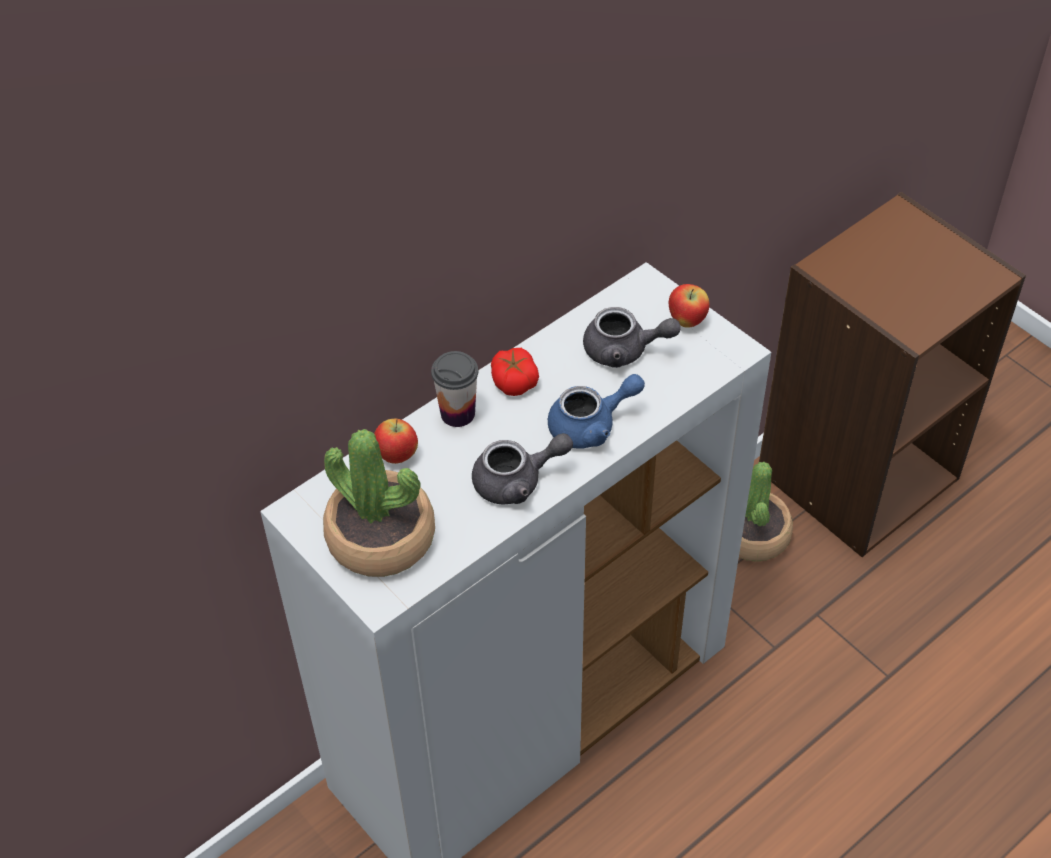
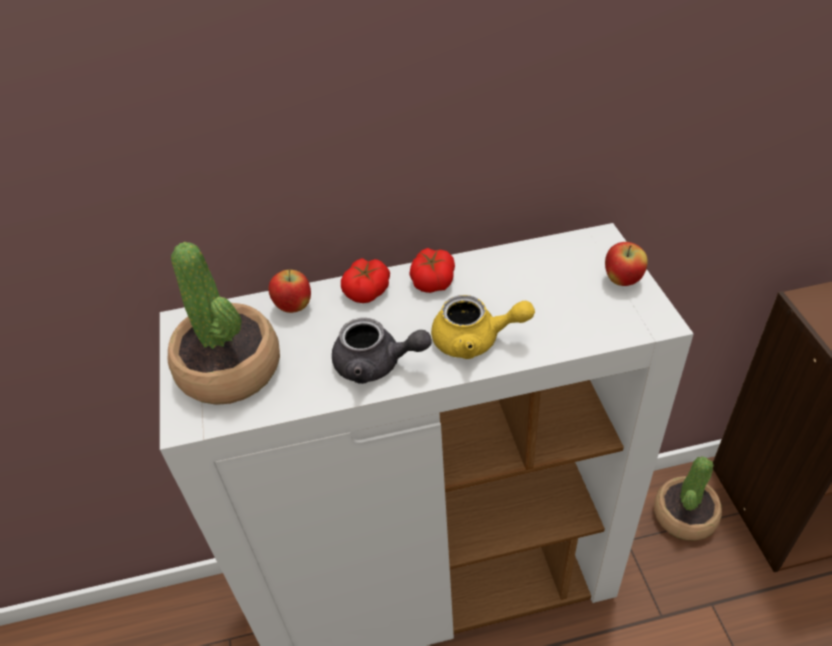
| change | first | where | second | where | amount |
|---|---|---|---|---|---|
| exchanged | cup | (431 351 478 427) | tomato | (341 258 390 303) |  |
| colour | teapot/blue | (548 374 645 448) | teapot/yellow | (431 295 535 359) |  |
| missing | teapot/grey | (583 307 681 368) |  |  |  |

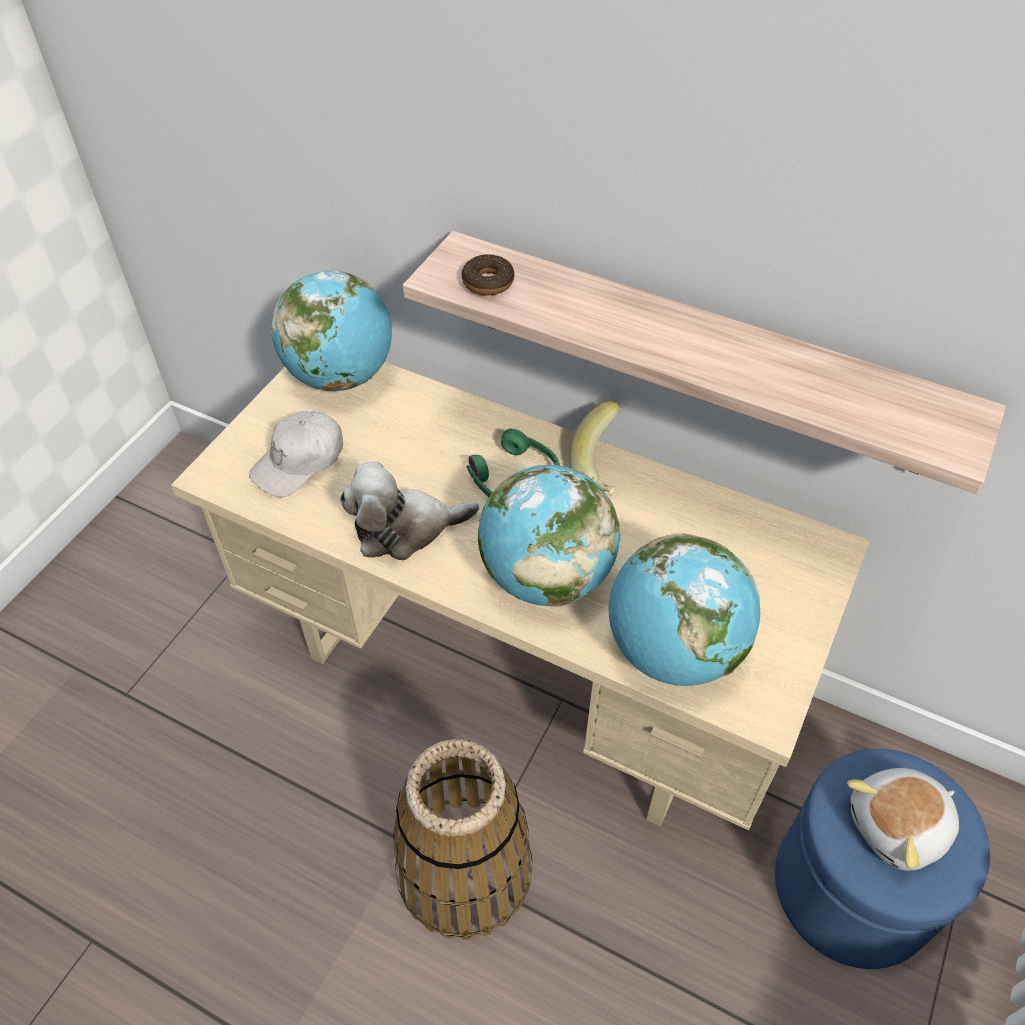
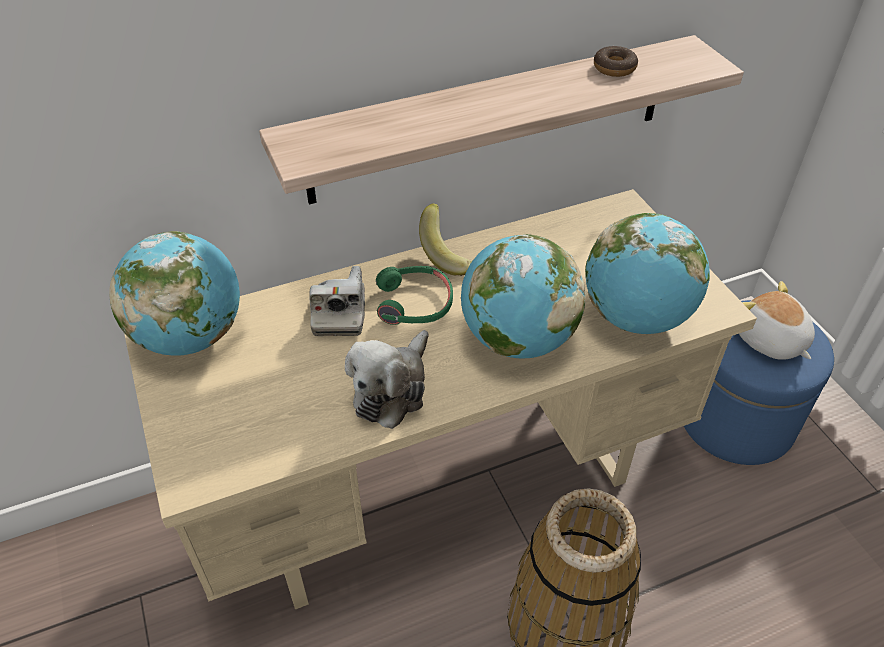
| change | first | where | second | where | amount |
|---|---|---|---|---|---|
| appeared |  |  | photo camera | (309 266 365 336) |  |
| relocated | donut | (462 254 514 295) |  | (594 46 638 77) |  |
| spun | plush toy | (847 768 959 871) |  | (739 281 815 360) | 135 degrees clockwise |
| missing | cap/white | (249 411 343 497) |  |  |  |

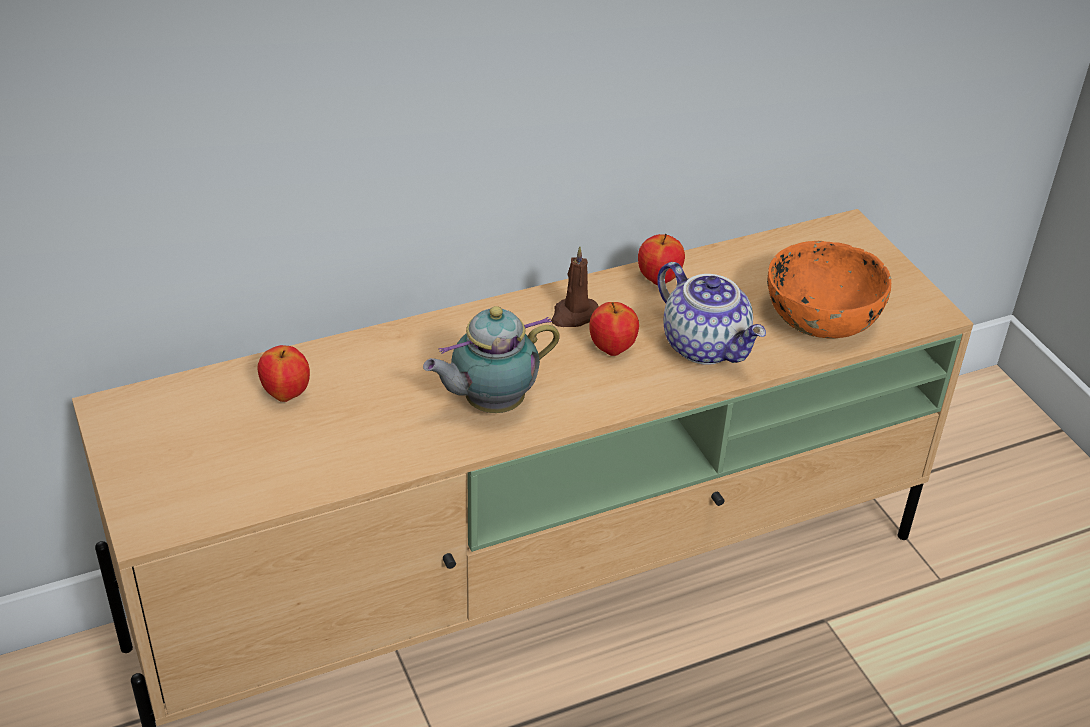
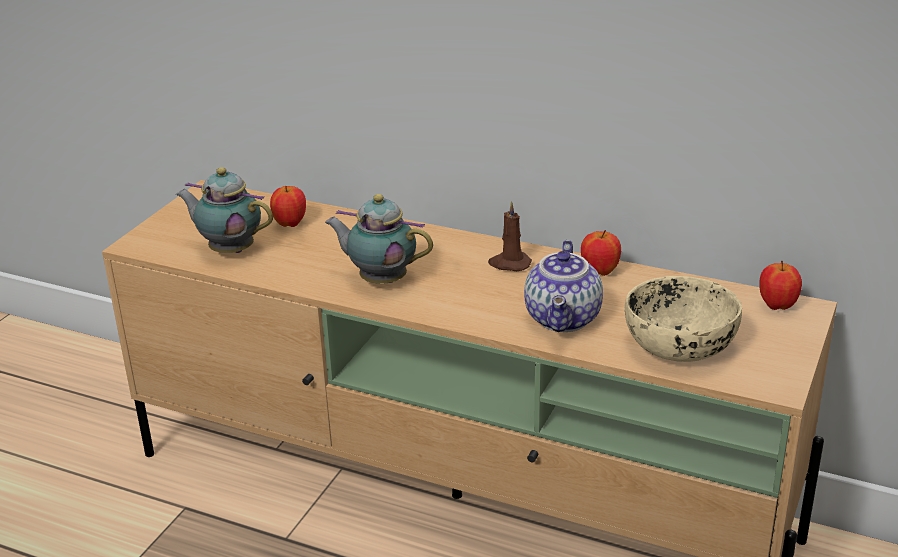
| change | first | where | second | where | amount |
|---|---|---|---|---|---|
| appeared |  |  | teapot | (176 167 273 253) |  |
| colour | bowl/orange | (767 241 891 338) | bowl/beige | (625 276 742 362) |  |
| relocated | apple | (589 302 639 356) |  | (759 261 802 310) |  |

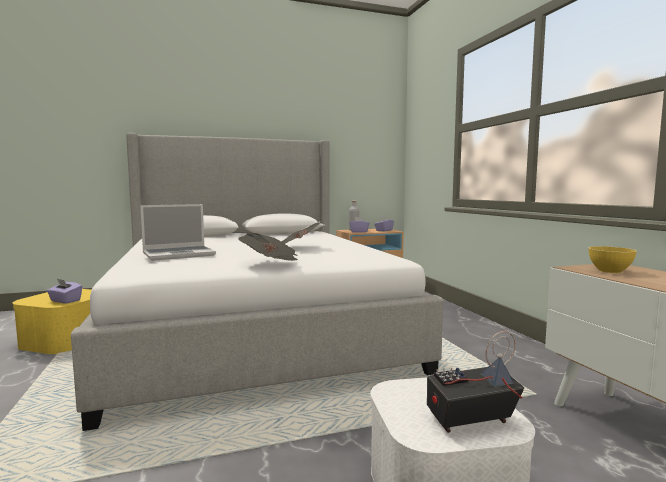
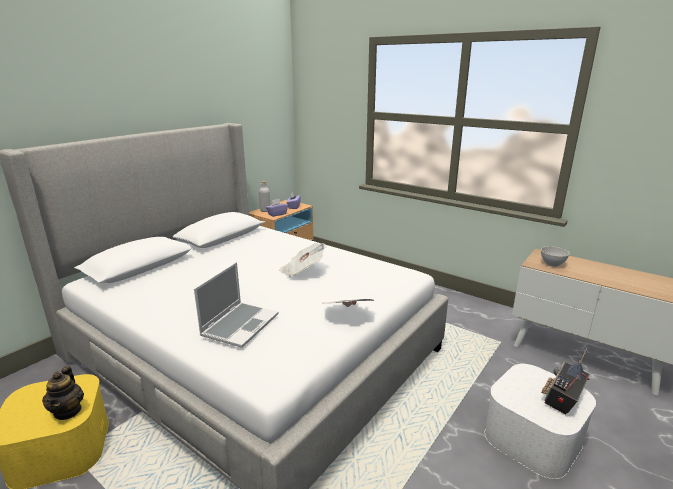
| change | first | where | second | where | amount |
|---|---|---|---|---|---|
| exchanged | tissue box/purple | (47 279 82 304) | teapot | (42 366 84 420) |  |
| colour | bowl/yellow | (588 246 637 273) | bowl/grey | (541 246 570 267) |  |

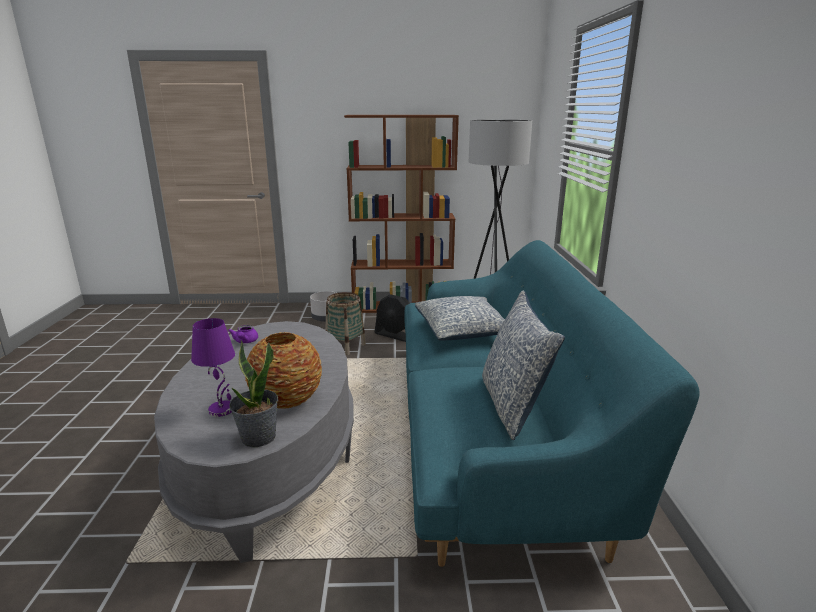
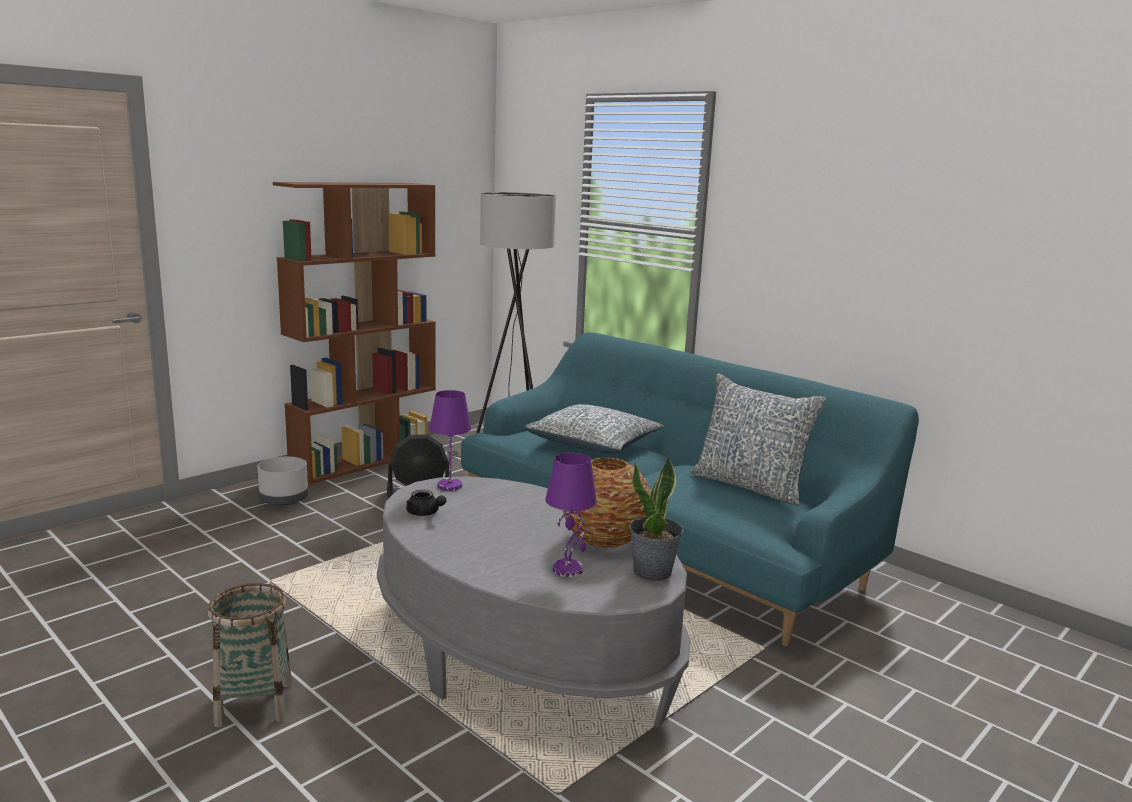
| change | first | where | second | where | amount |
|---|---|---|---|---|---|
| relocated | basket | (325 292 366 355) |  | (208 583 292 727) |  |
| colour | teapot/purple | (228 325 258 343) | teapot/black | (406 490 446 516) |  |
| appeared |  |  | table lamp/purple | (429 390 471 491) |  |

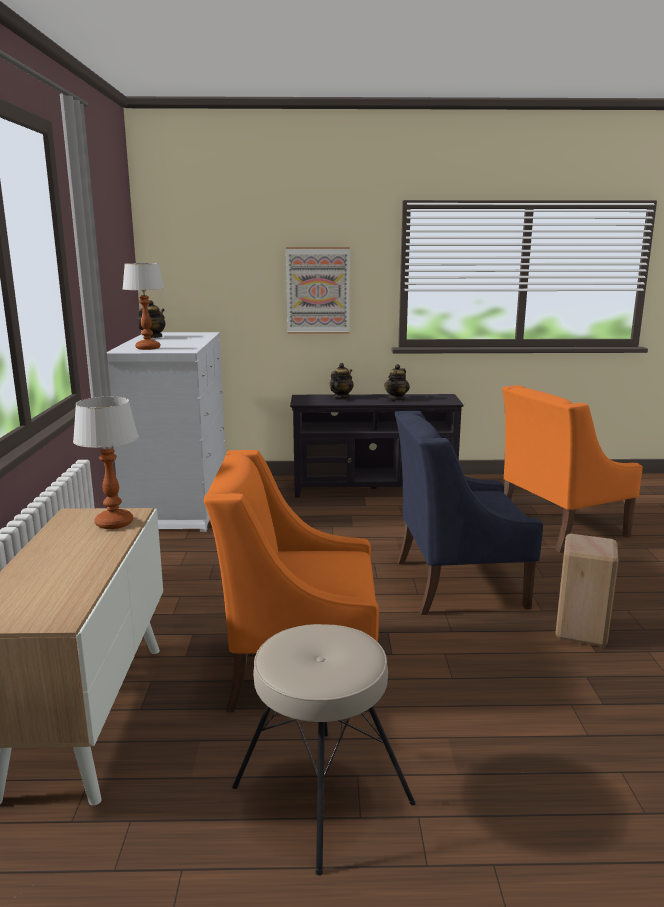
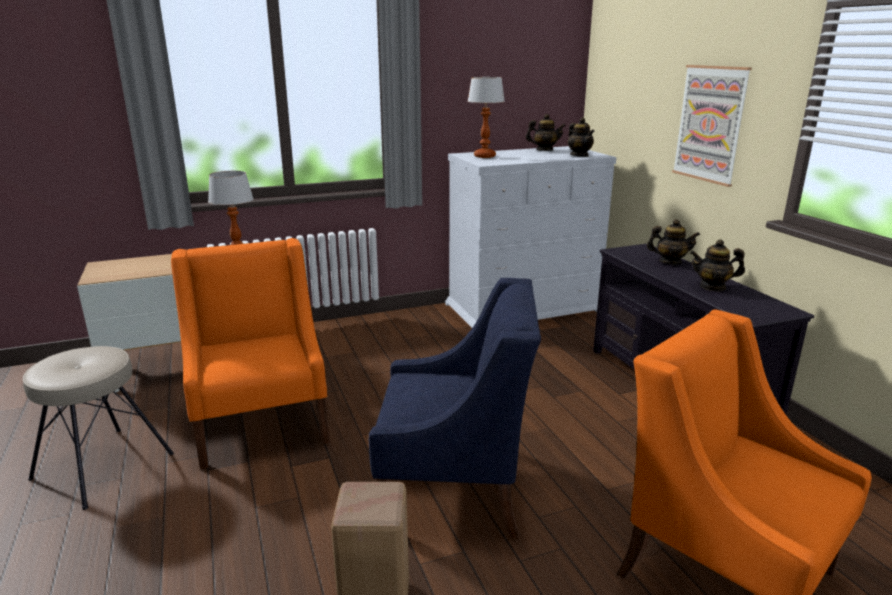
| change | first | where | second | where | amount |
|---|---|---|---|---|---|
| spun | armchair/blue | (395 411 543 615) |  | (369 278 541 539) | 120 degrees clockwise |
| appeared |  |  | teapot | (568 118 594 157) |  |

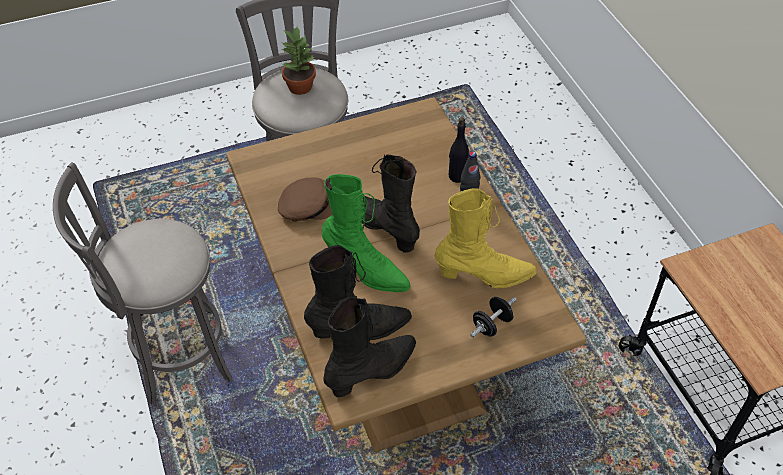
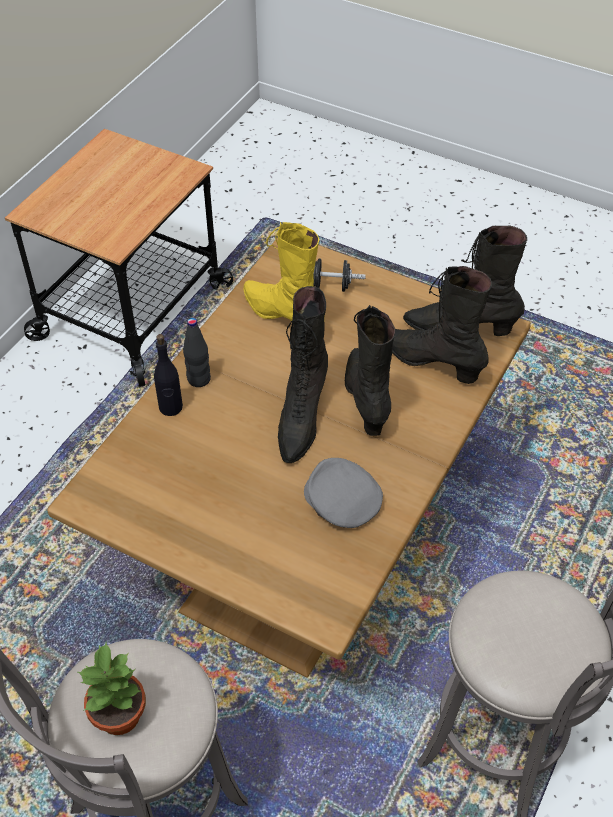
| change | first | where | second | where | amount |
|---|---|---|---|---|---|
| colour | cap/brown | (278 178 332 222) | cap/grey | (304 458 383 528) |  |
| colour | boot/green | (322 174 411 292) | boot/black | (345 305 395 436) |  |

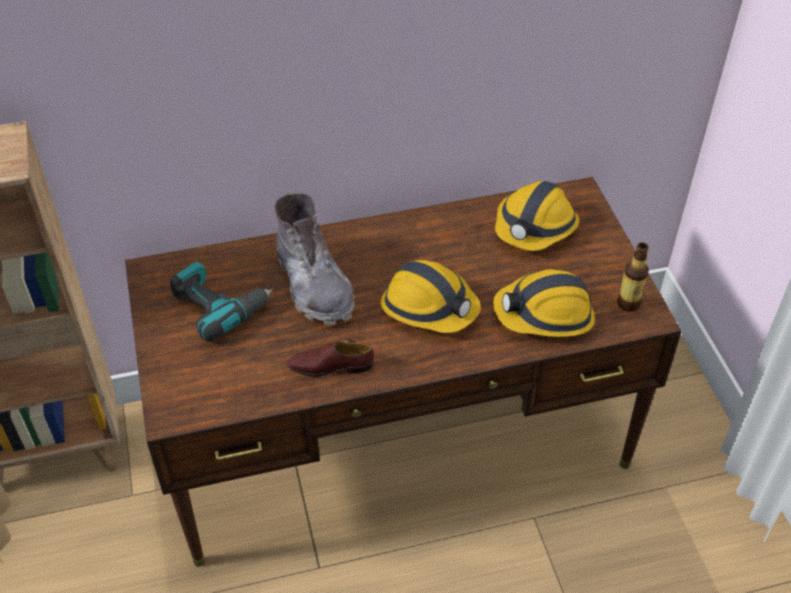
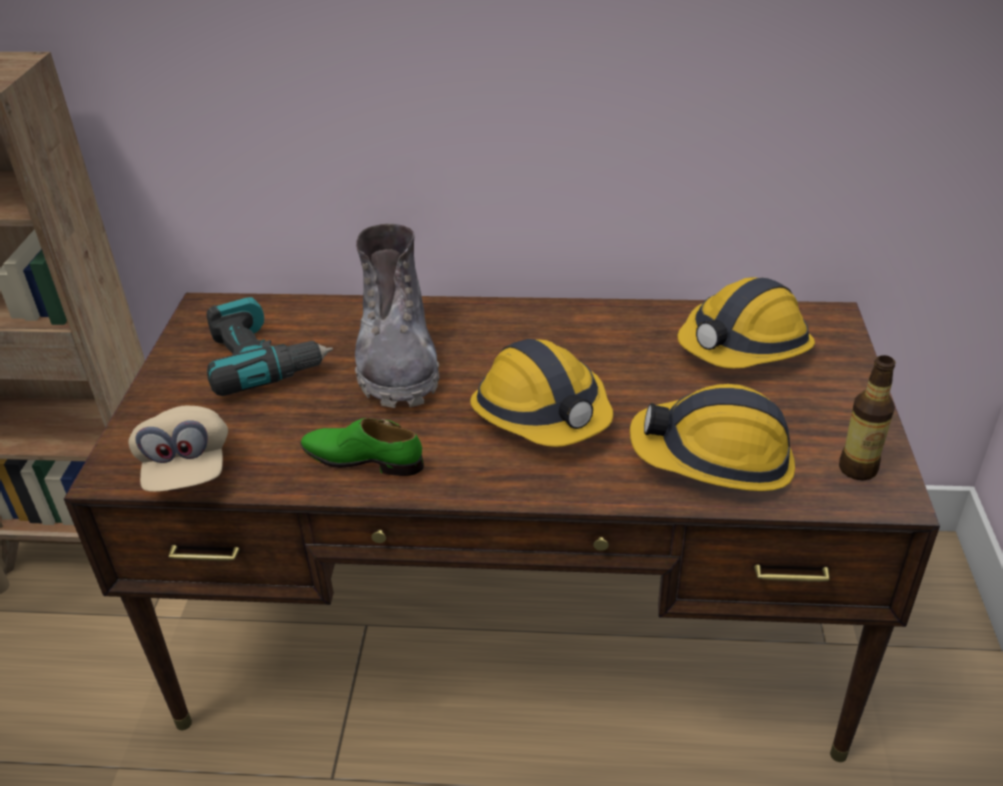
| change | first | where | second | where | amount |
|---|---|---|---|---|---|
| appeared |  |  | cap/beige | (128 406 228 492) |  |
| colour | shoe/brown | (287 339 374 377) | shoe/green | (300 418 424 476) |  |

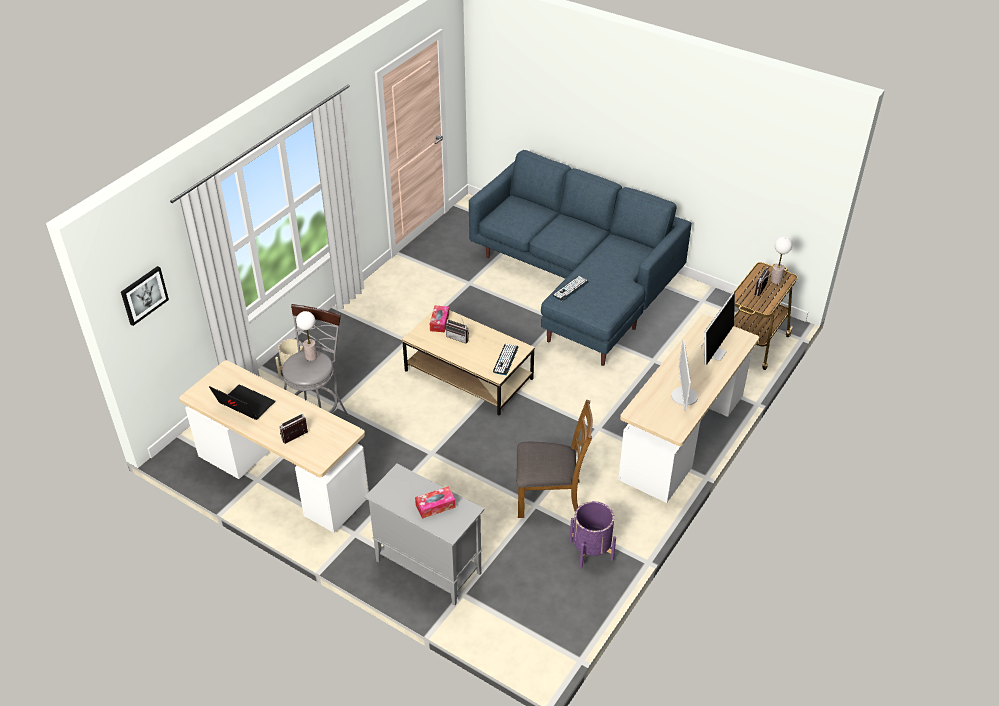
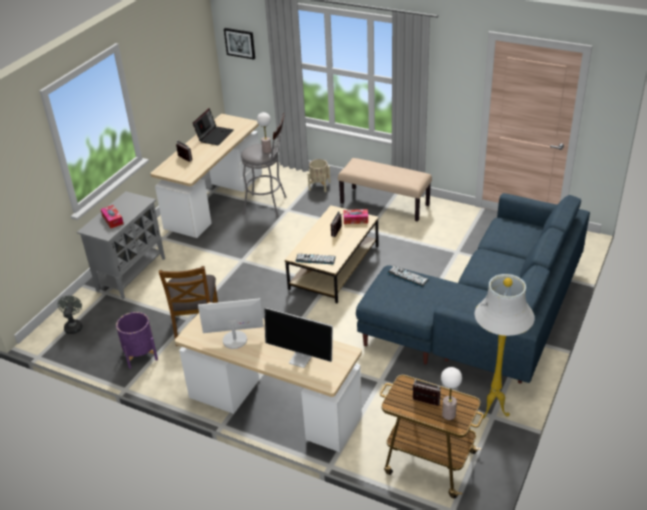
| change | first | where | second | where | amount |
|---|---|---|---|---|---|
| appeared |  |  | fan/grey | (58 295 83 334) |  |
| appeared |  |  | bench/beige | (338 158 432 222) |  |
| appeared |  |  | floor lamp/white | (474 274 535 418) |  |

